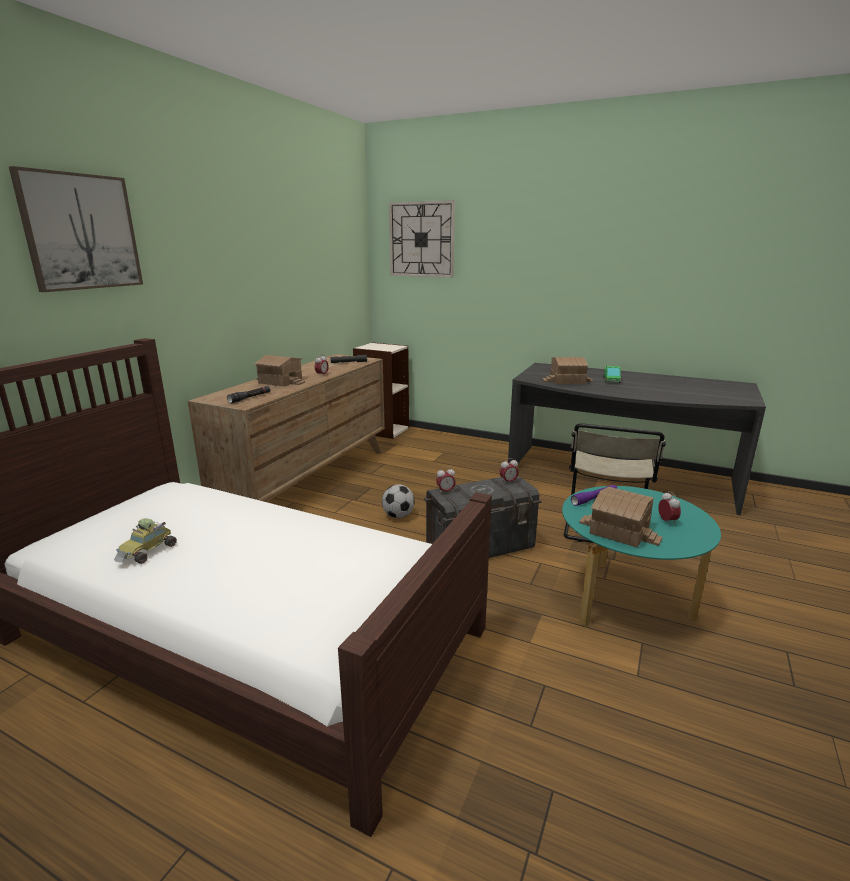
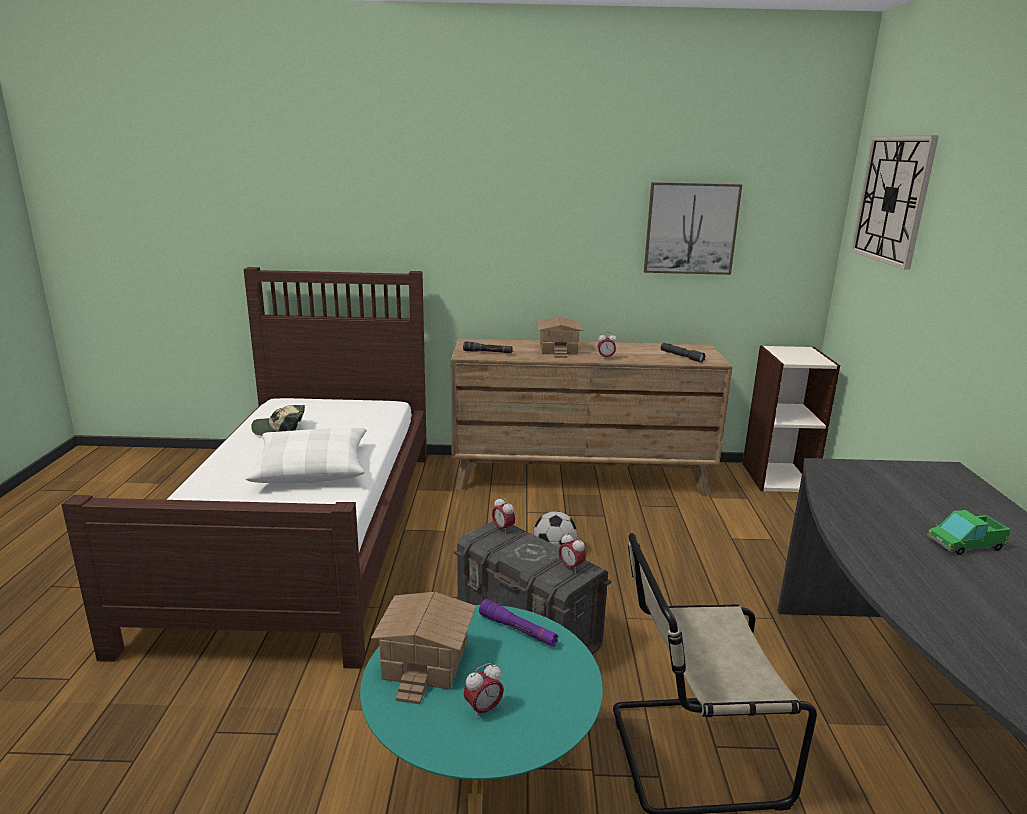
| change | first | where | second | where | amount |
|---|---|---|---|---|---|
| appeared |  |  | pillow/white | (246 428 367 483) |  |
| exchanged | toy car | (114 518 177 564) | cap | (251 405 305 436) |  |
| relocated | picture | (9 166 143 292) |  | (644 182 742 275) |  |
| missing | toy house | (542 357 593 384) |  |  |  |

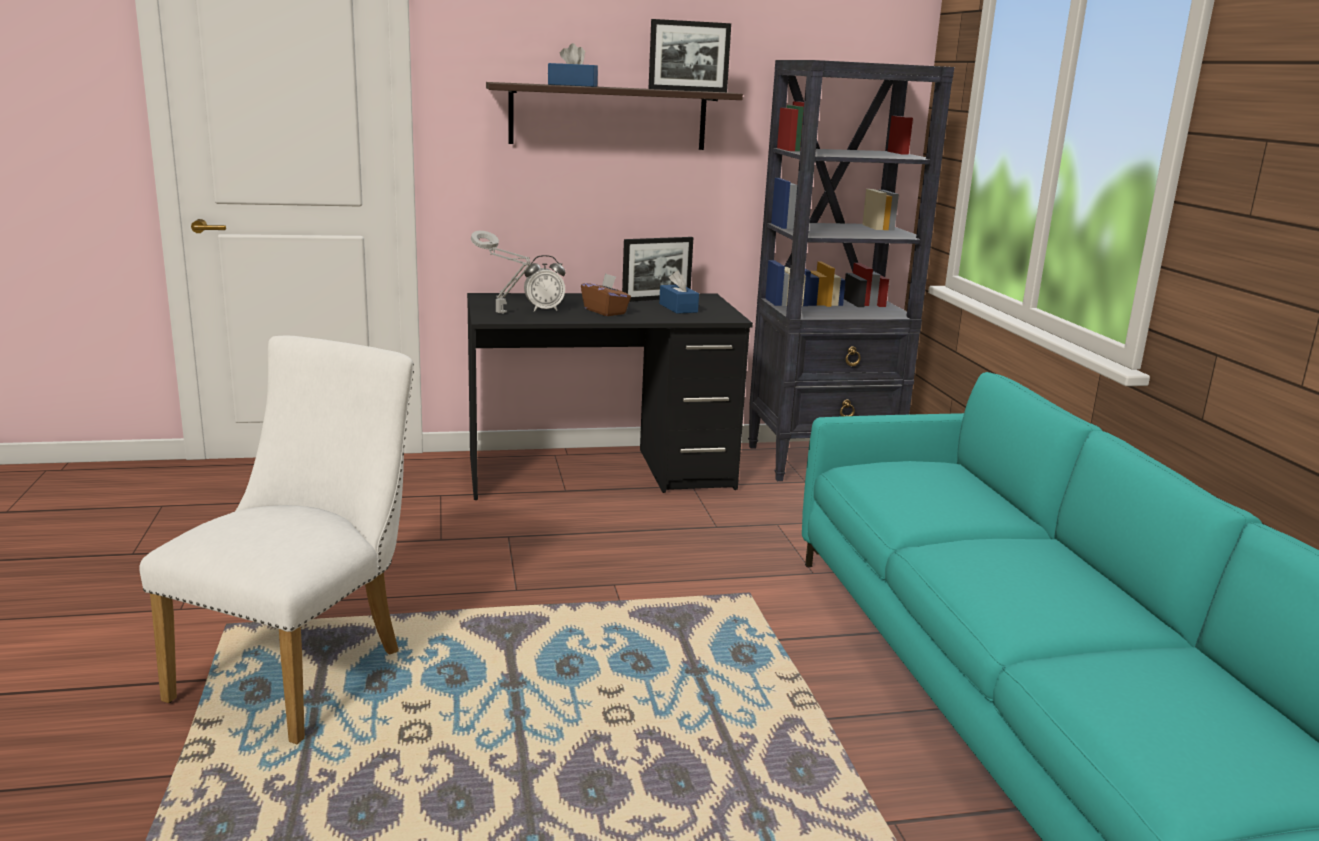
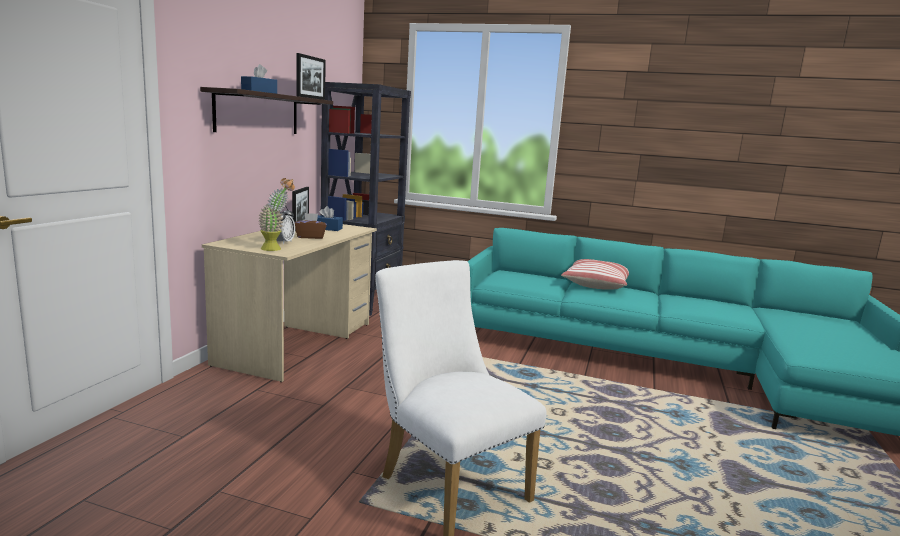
| change | first | where | second | where | amount |
|---|---|---|---|---|---|
| colour | desk/black | (467 293 753 500) | desk/beige | (202 224 377 382) |  |
| exchanged | table lamp/grey | (471 231 531 314) | potted plant | (259 178 295 251) |  |
| appeared |  |  | pillow | (561 259 629 290) |  |

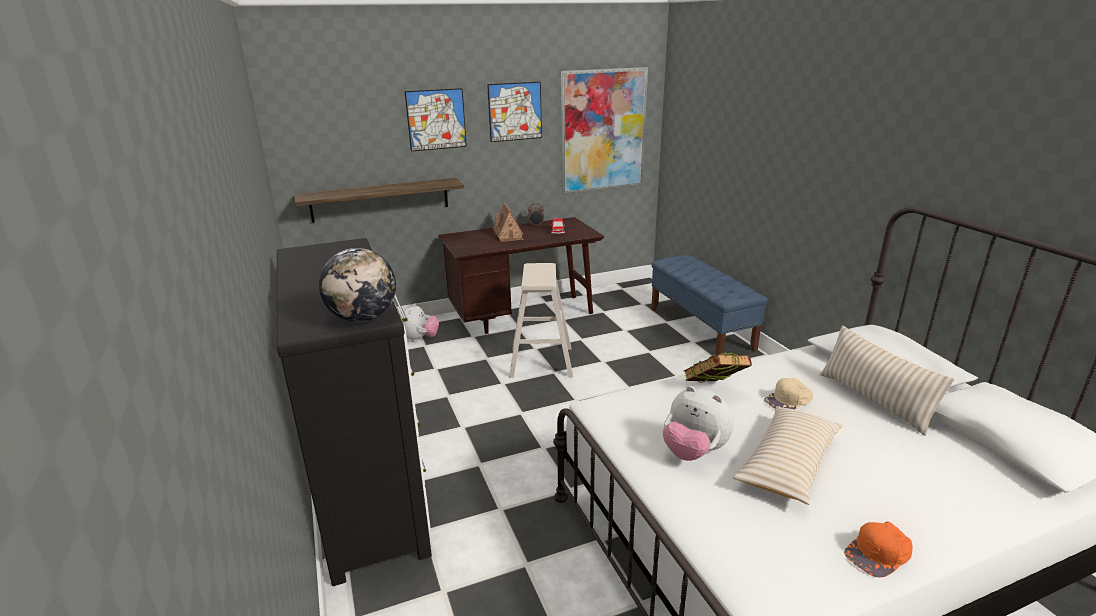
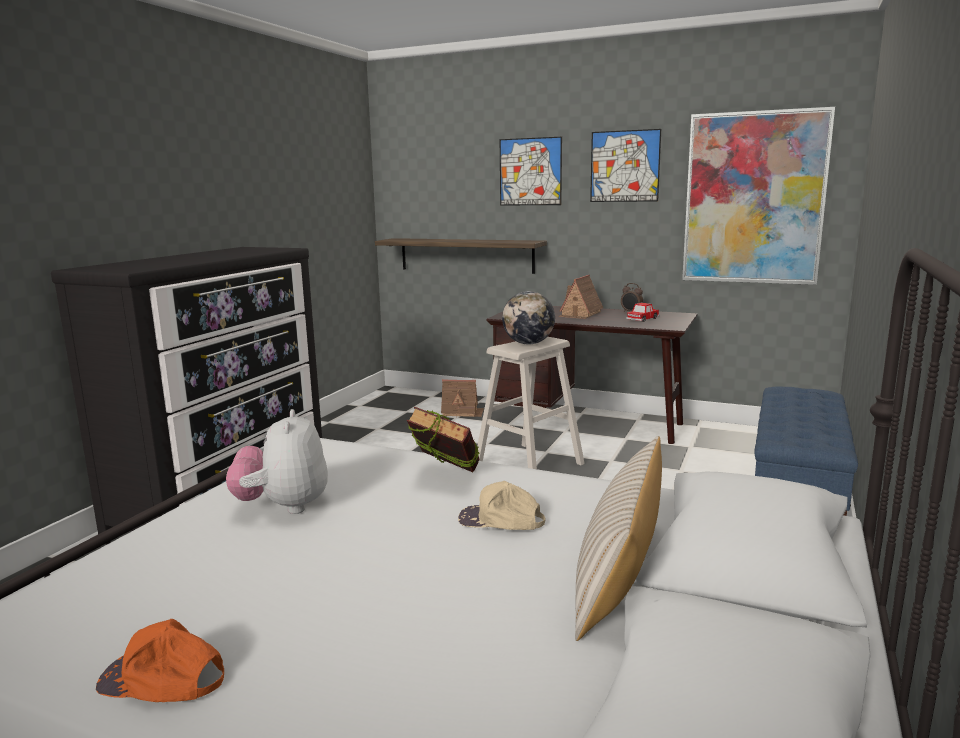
| change | first | where | second | where | amount |
|---|---|---|---|---|---|
| exchanged | plush toy | (402 303 439 342) | toy house | (441 379 484 417) |  |
| relocated | globe | (319 248 396 322) |  | (502 291 555 345) |  |
| missing | pillow/beige | (733 406 843 505) |  |  |  |

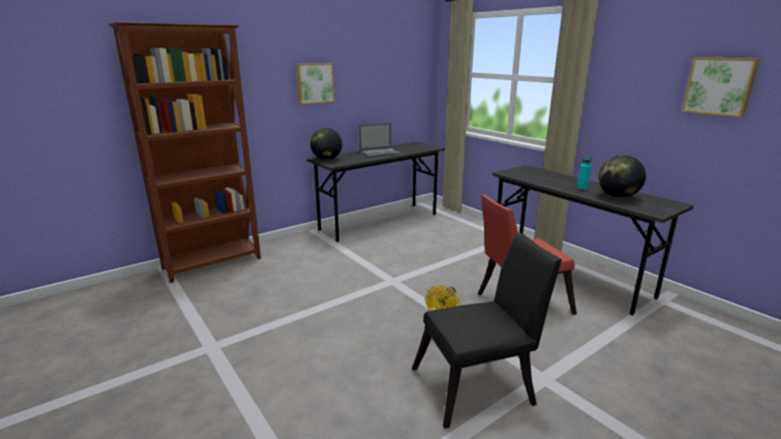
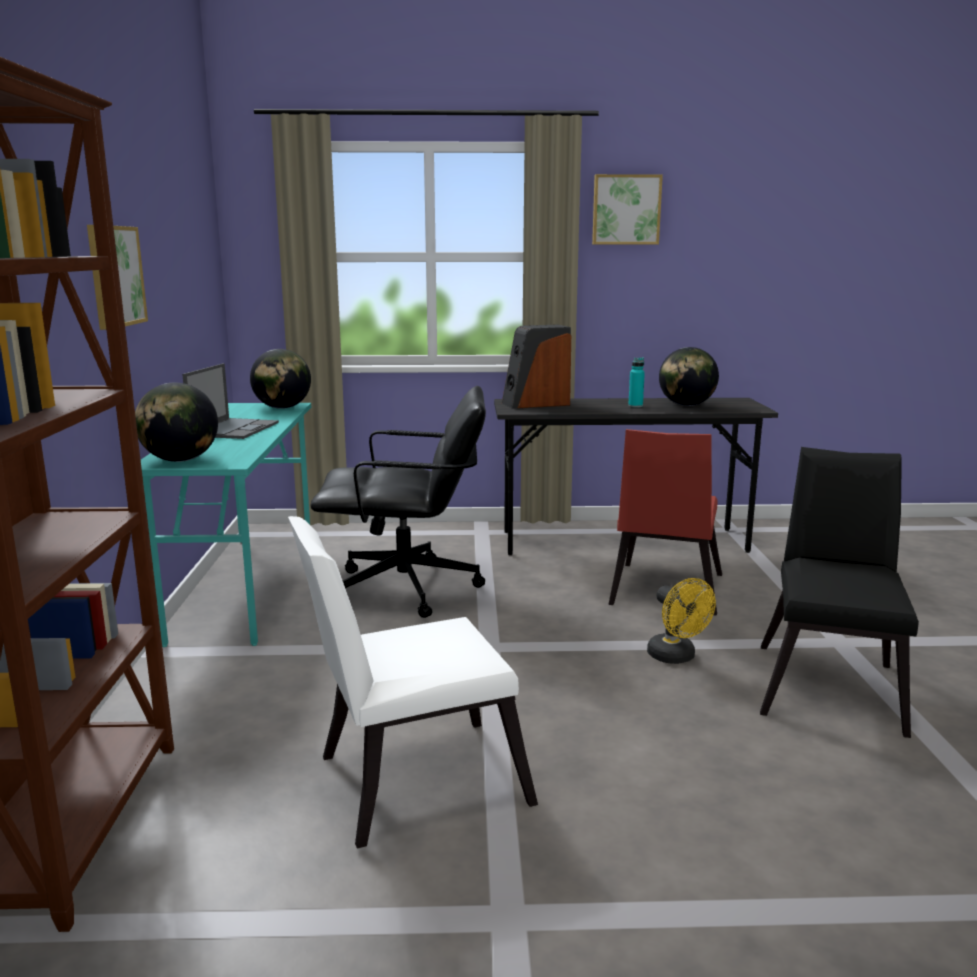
| change | first | where | second | where | amount |
|---|---|---|---|---|---|
| colour | desk/grey | (307 142 445 242) | desk/turquoise | (141 403 311 647) |  |
| appeared |  |  | globe | (250 349 311 409) |  |
| appeared |  |  | chair/white | (288 516 538 848) |  |
| appeared |  |  | office chair/black | (310 386 486 618) |  |
| appeared |  |  | speaker | (502 325 571 409) |  |
| relocated | picture | (682 57 760 117) |  | (592 174 663 244) |  |

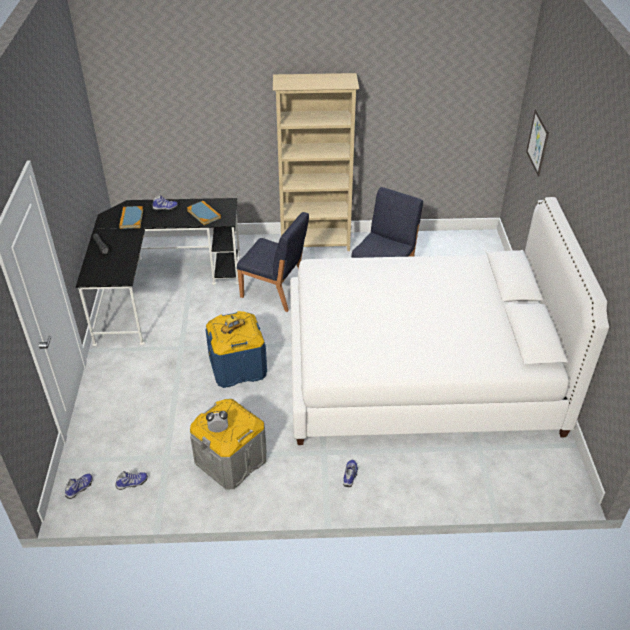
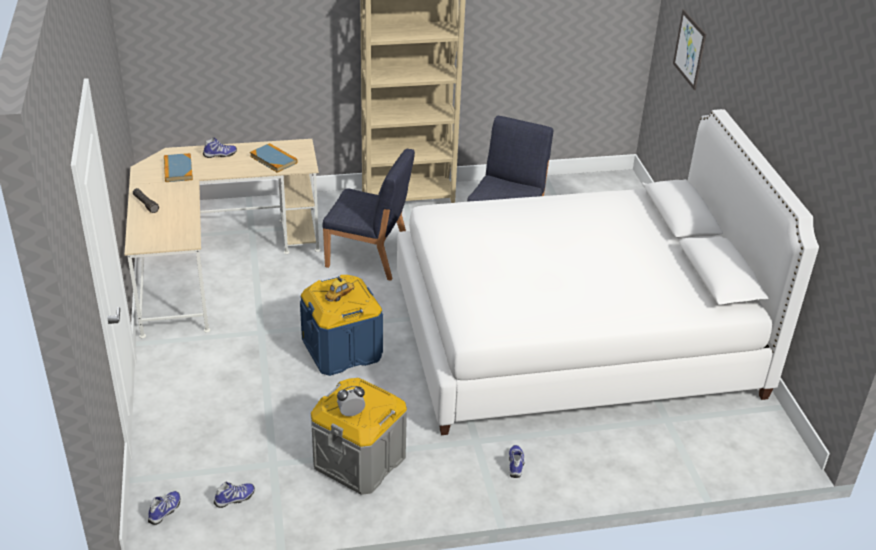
| change | first | where | second | where | amount |
|---|---|---|---|---|---|
| colour | desk/black | (76 198 241 346) | desk/beige | (125 139 321 338) |  |

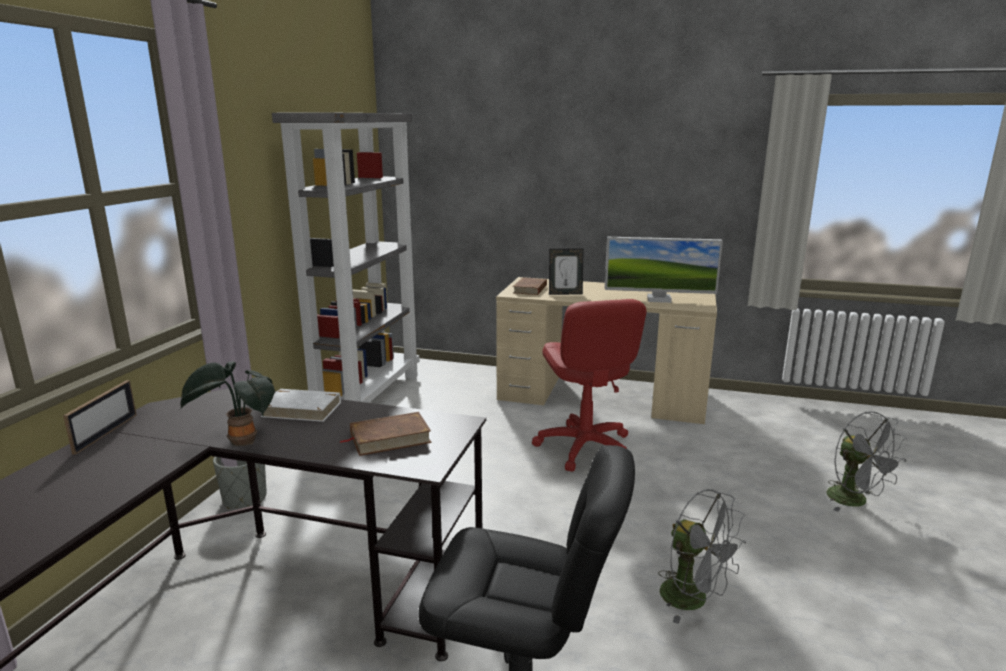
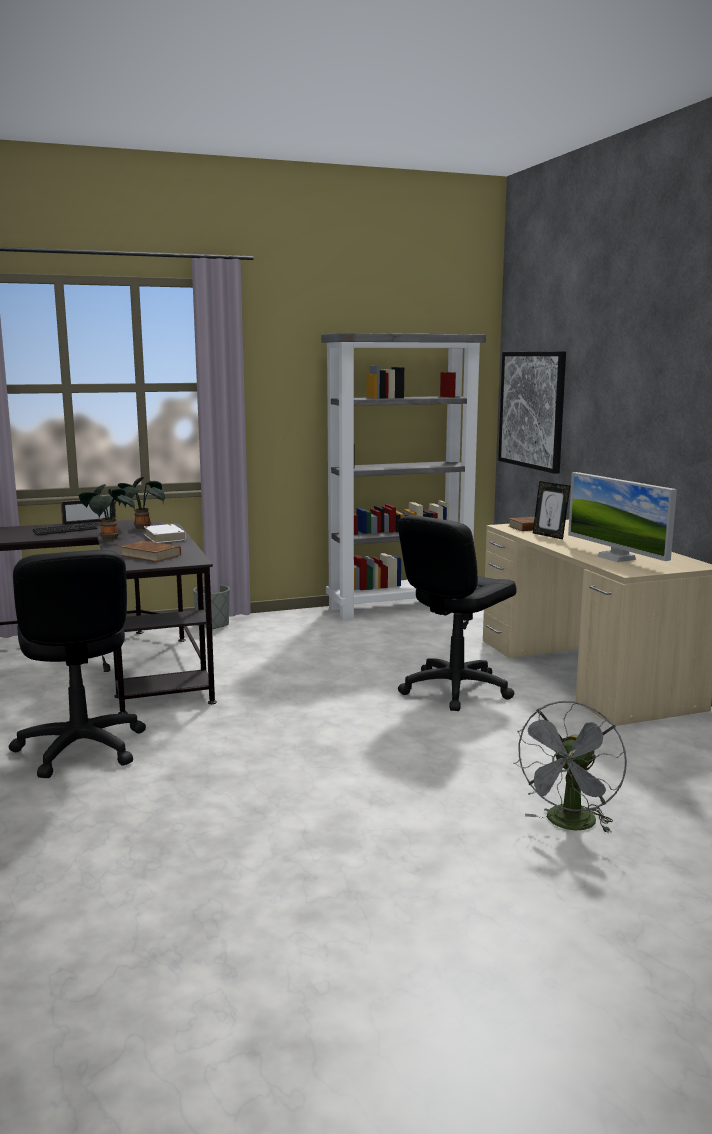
| change | first | where | second | where | amount |
|---|---|---|---|---|---|
| appeared |  |  | keyboard | (32 523 97 536) |  |
| appeared |  |  | potted plant | (118 477 165 530) |  |
| colour | office chair/red | (532 299 647 472) | office chair/black | (398 515 517 711) |  |
| appeared |  |  | picture | (498 351 566 474) |  |
| missing | fan/grey | (658 489 746 624) |  |  |  |

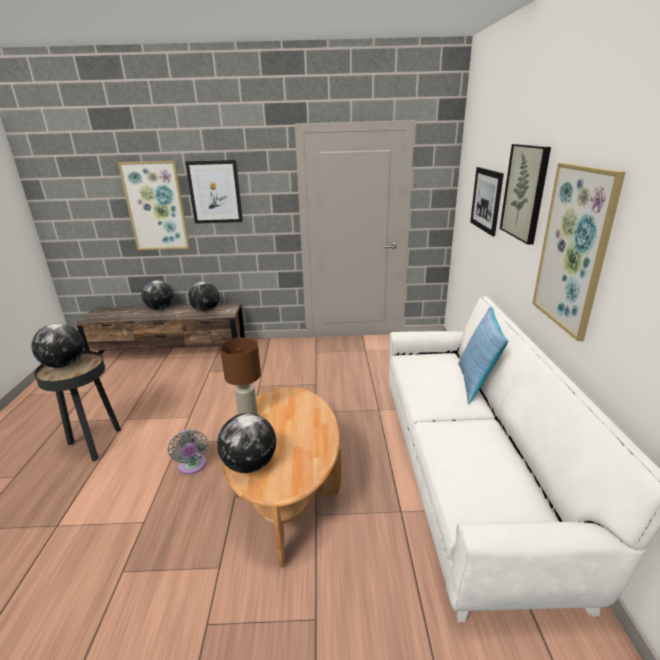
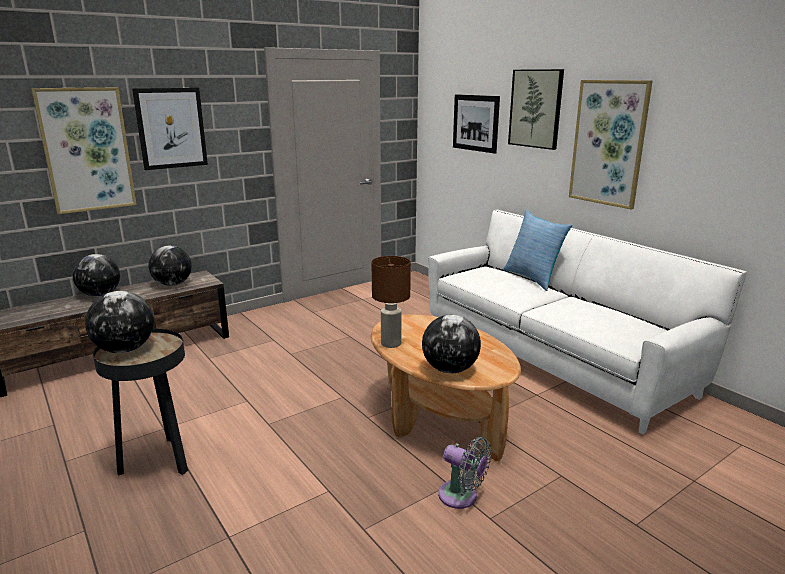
| change | first | where | second | where | amount |
|---|---|---|---|---|---|
| relocated | fan/grey | (168 429 209 474) |  | (438 437 492 509) |  |

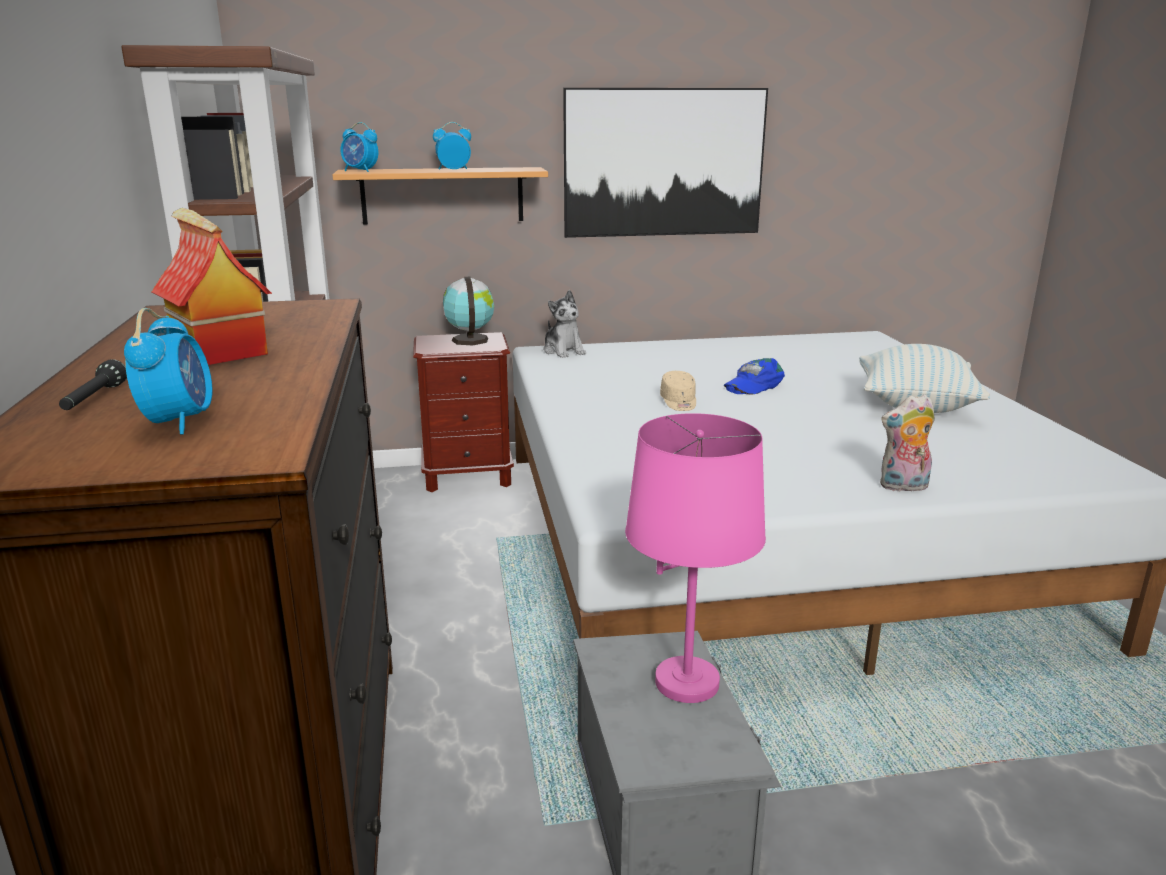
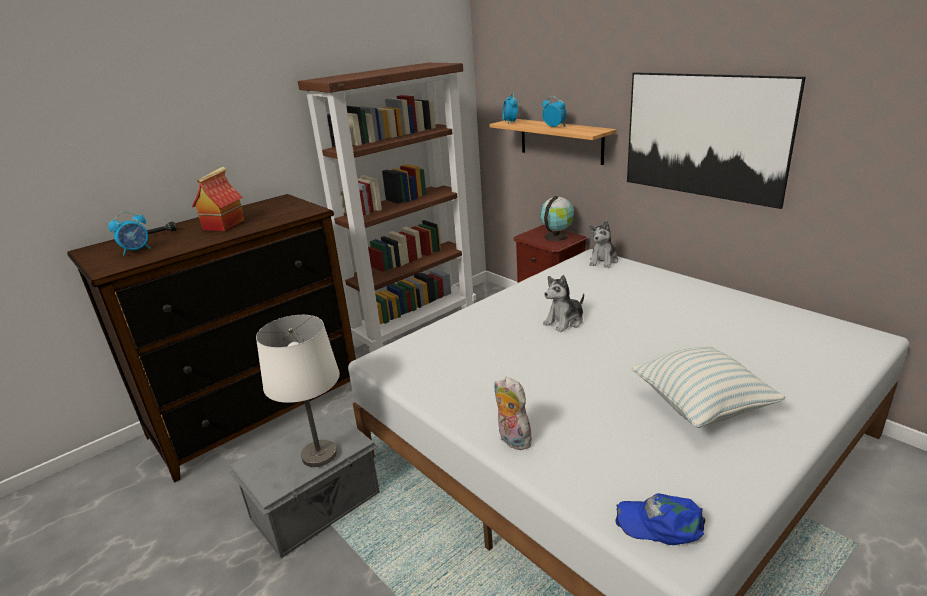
| change | first | where | second | where | amount |
|---|---|---|---|---|---|
| colour | table lamp/pink | (625 413 766 703) | table lamp/white | (256 315 340 467) |  |
| exchanged | cap/beige | (660 371 696 411) | plush toy | (543 275 584 332) |  |
| relocated | cap/blue | (724 358 785 395) |  | (615 493 705 545) |  |

